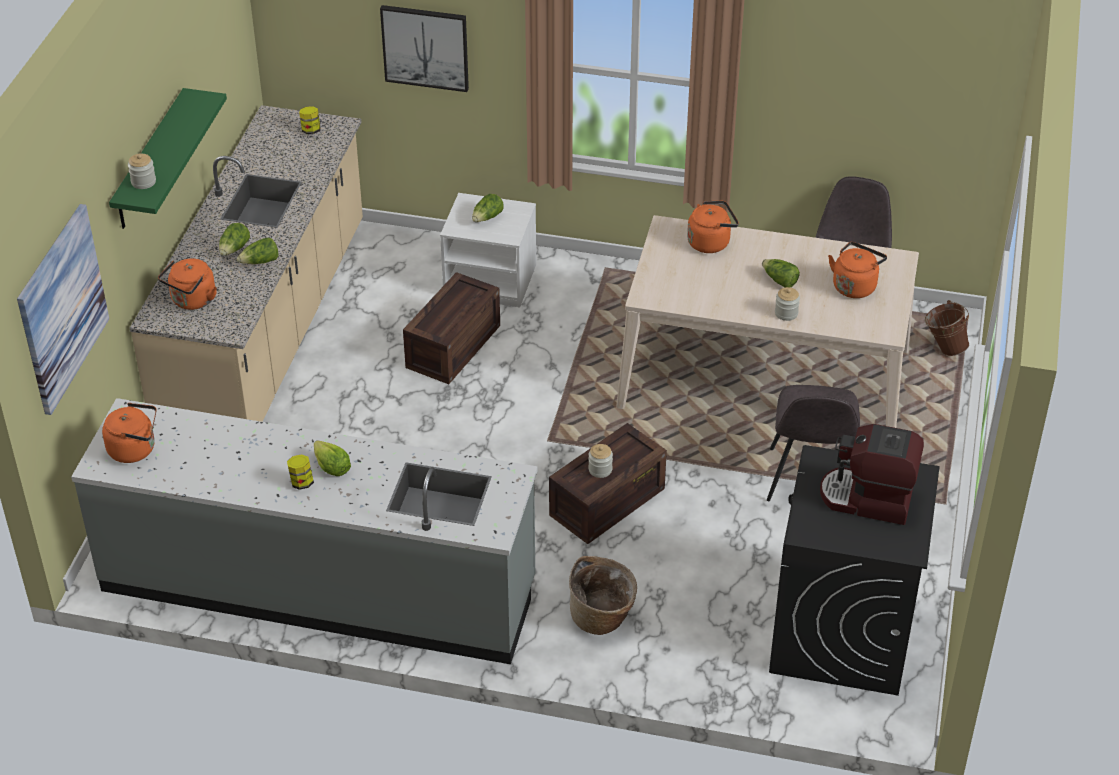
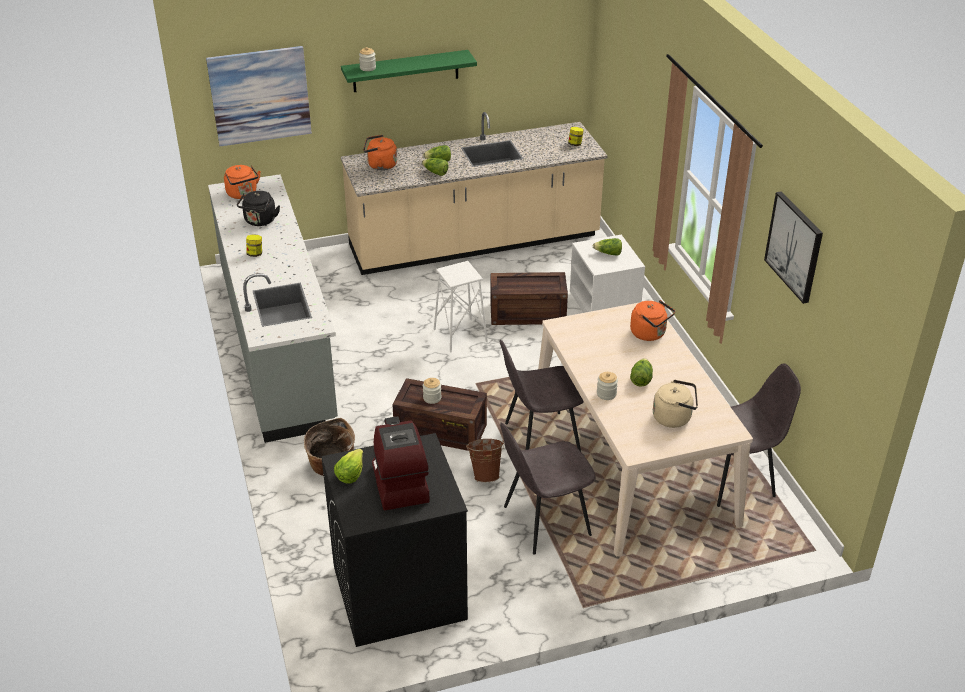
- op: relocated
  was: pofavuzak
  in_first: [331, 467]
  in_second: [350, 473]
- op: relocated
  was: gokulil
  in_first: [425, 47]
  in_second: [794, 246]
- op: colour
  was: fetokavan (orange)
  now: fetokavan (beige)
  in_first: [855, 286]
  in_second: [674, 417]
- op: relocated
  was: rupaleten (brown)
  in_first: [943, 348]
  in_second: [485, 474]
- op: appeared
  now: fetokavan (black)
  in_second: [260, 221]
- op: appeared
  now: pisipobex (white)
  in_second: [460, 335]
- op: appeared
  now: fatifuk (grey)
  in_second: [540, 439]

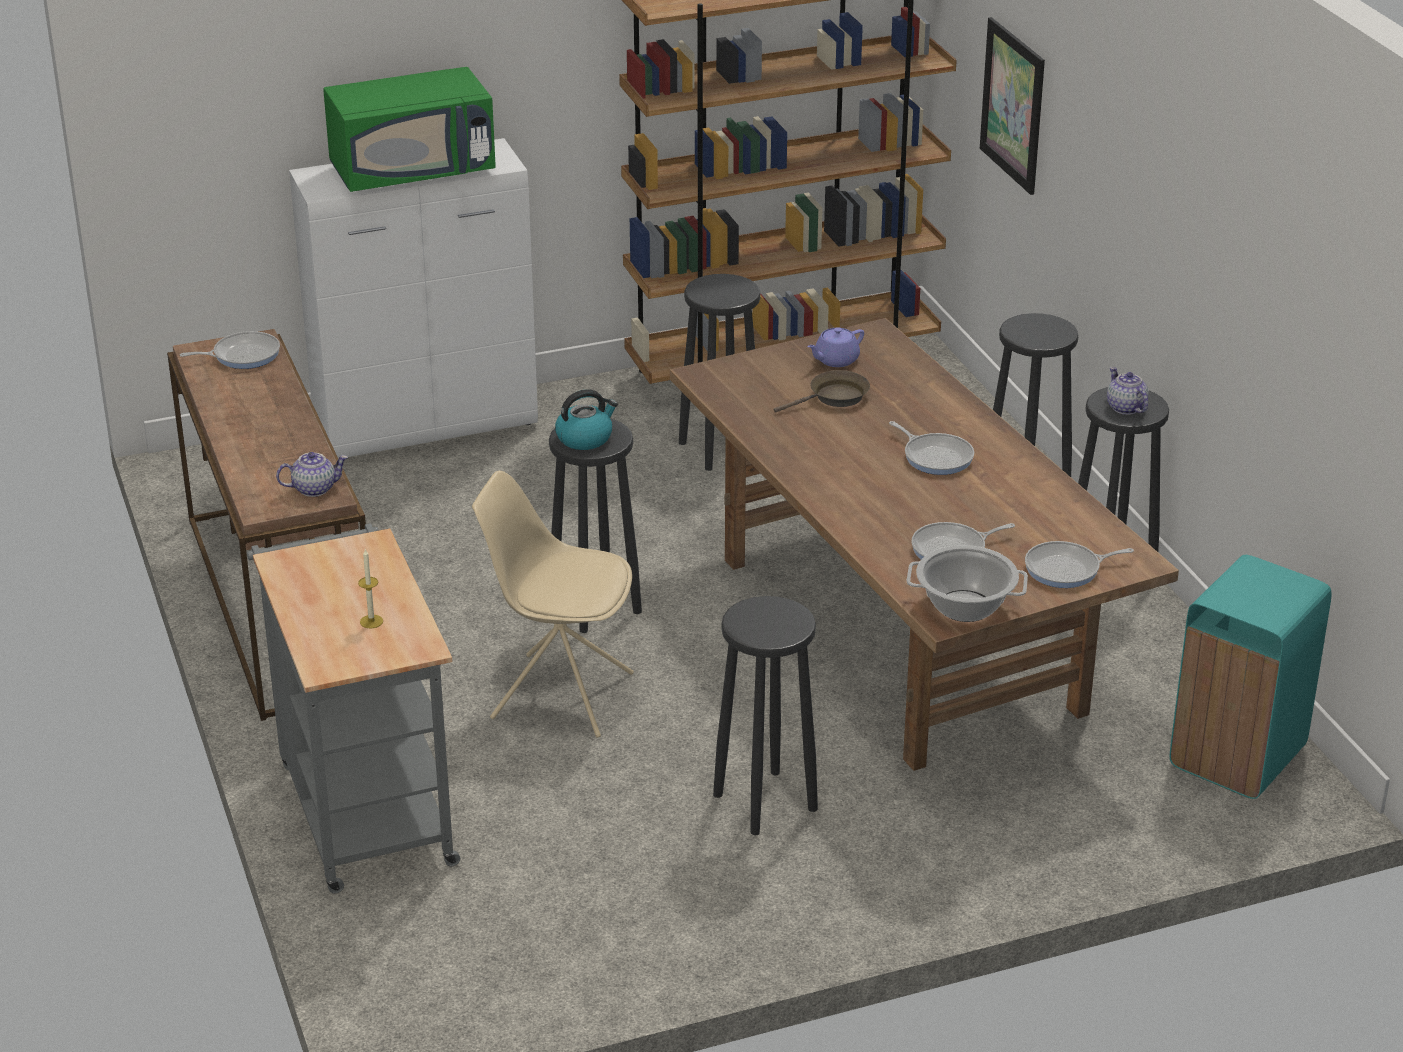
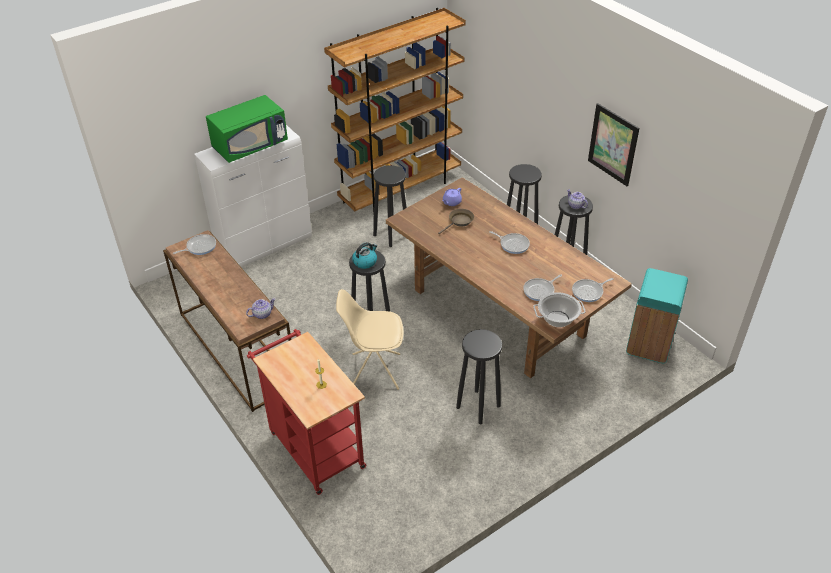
- op: colour
  was: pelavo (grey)
  now: pelavo (red)
  in_first: [362, 805]
  in_second: [313, 446]
- op: relocated
  was: gokulil
  in_first: [1013, 105]
  in_second: [613, 144]

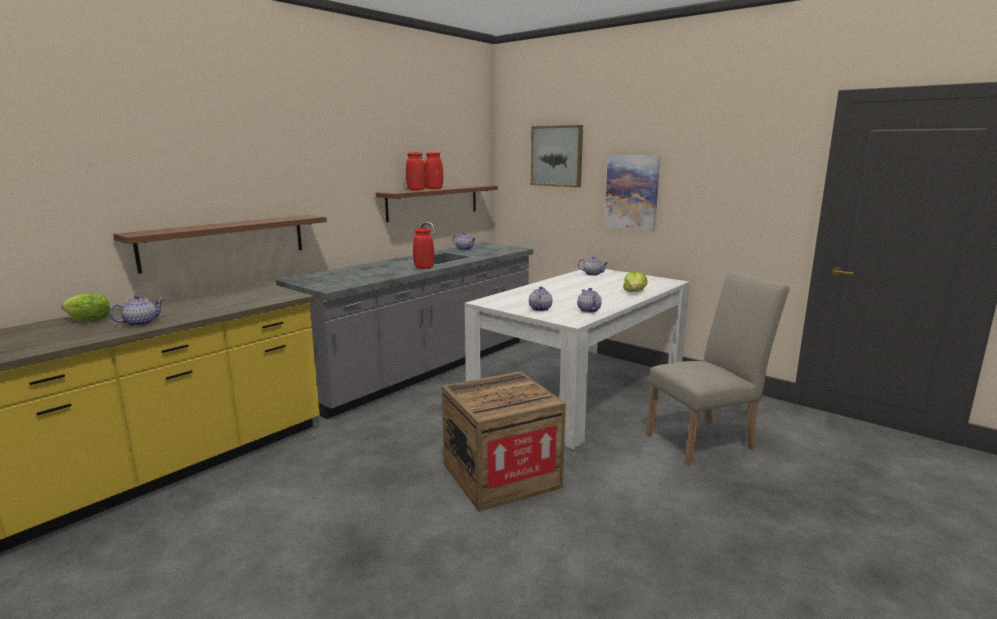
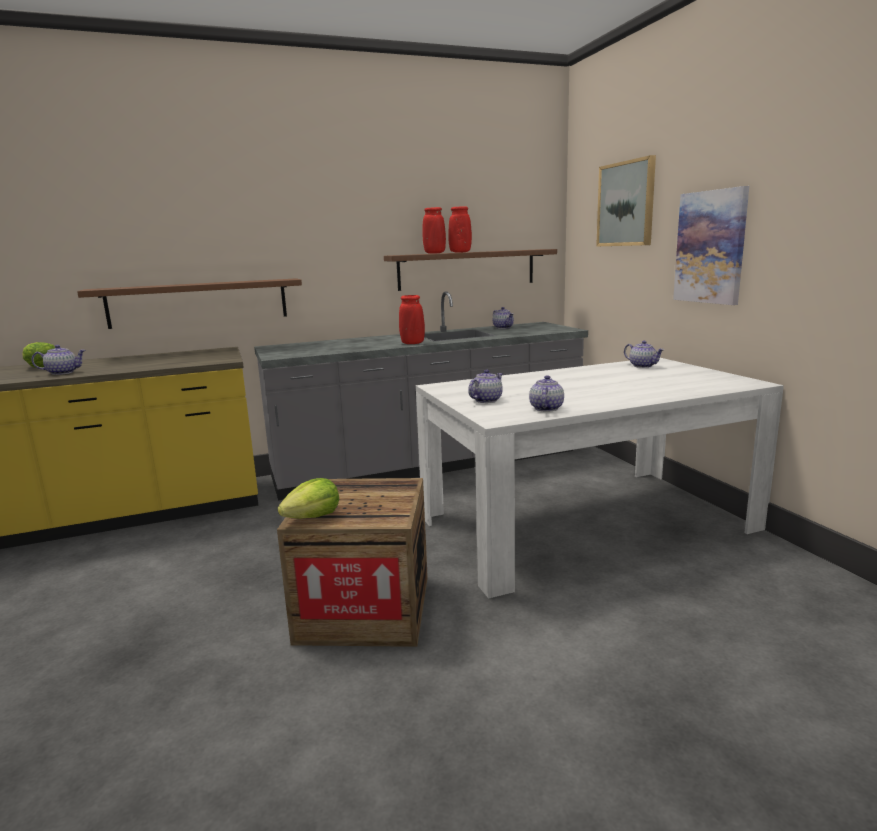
- op: relocated
  was: pofavuzak
  in_first: [634, 292]
  in_second: [313, 517]
- op: missing
  was: fatifuk (beige)
  in_first: [706, 440]

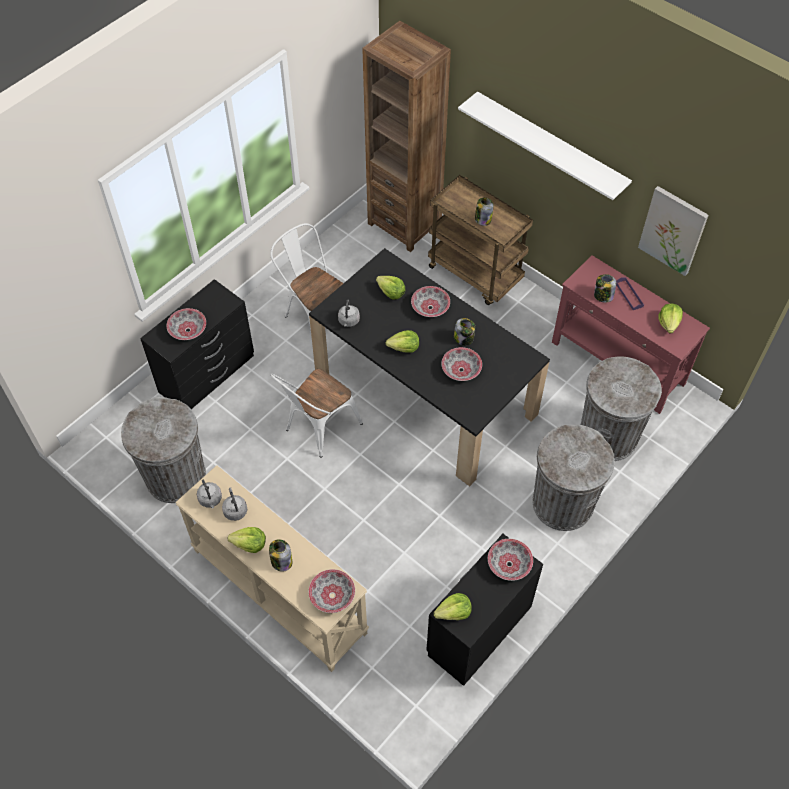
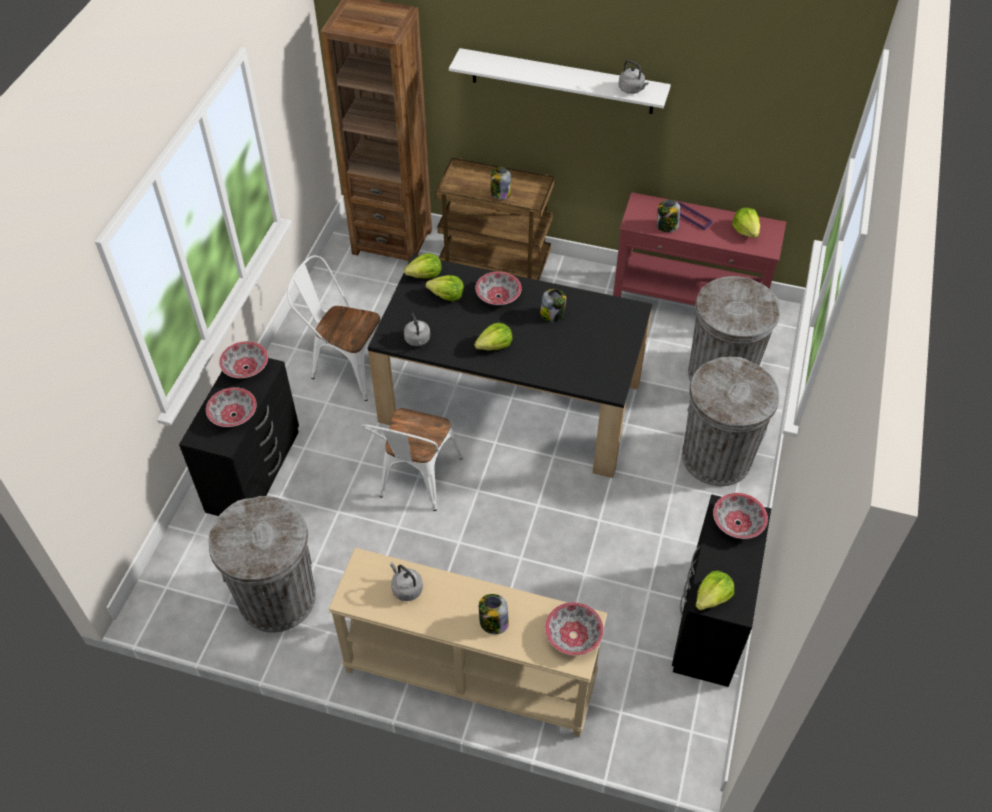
- op: relocated
  was: fetokavan (grey)
  in_first: [210, 500]
  in_second: [632, 89]
- op: relocated
  was: pofavuzak
  in_first: [250, 544]
  in_second: [425, 275]
- op: relocated
  was: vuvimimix
  in_first: [461, 369]
  in_second: [246, 367]
- op: missing
  was: gokulil
  in_first: [673, 230]

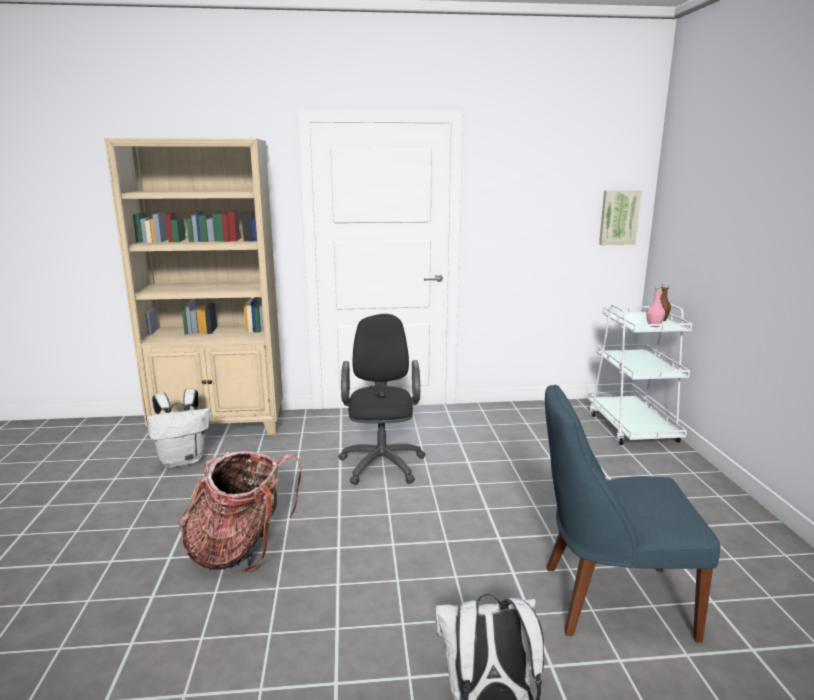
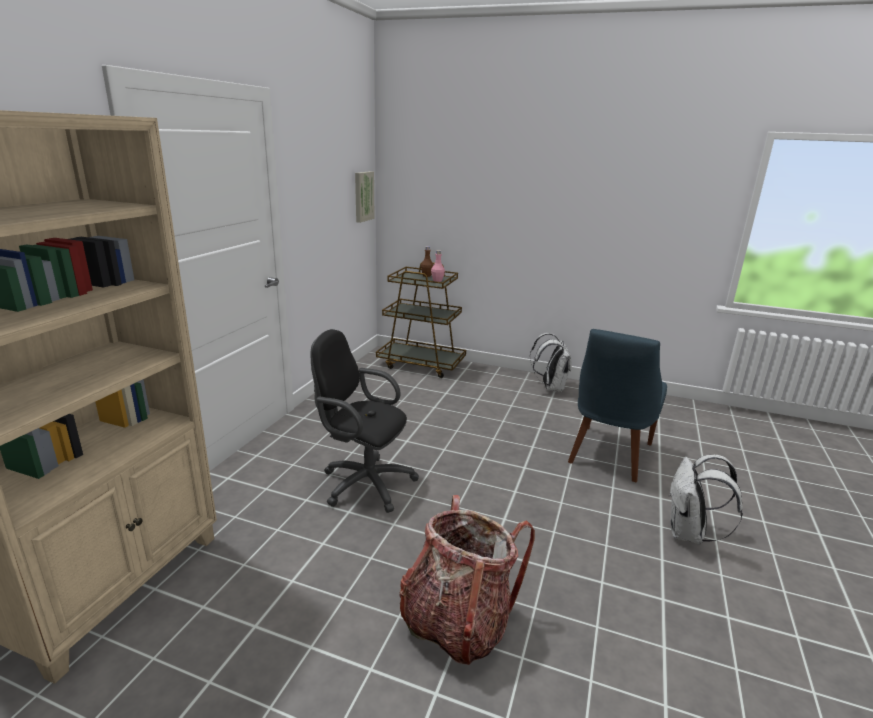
- op: relocated
  was: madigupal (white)
  in_first: [183, 460]
  in_second: [550, 387]
- op: colour
  was: pelavo (white)
  now: pelavo (brown)
  in_first: [631, 427]
  in_second: [421, 364]

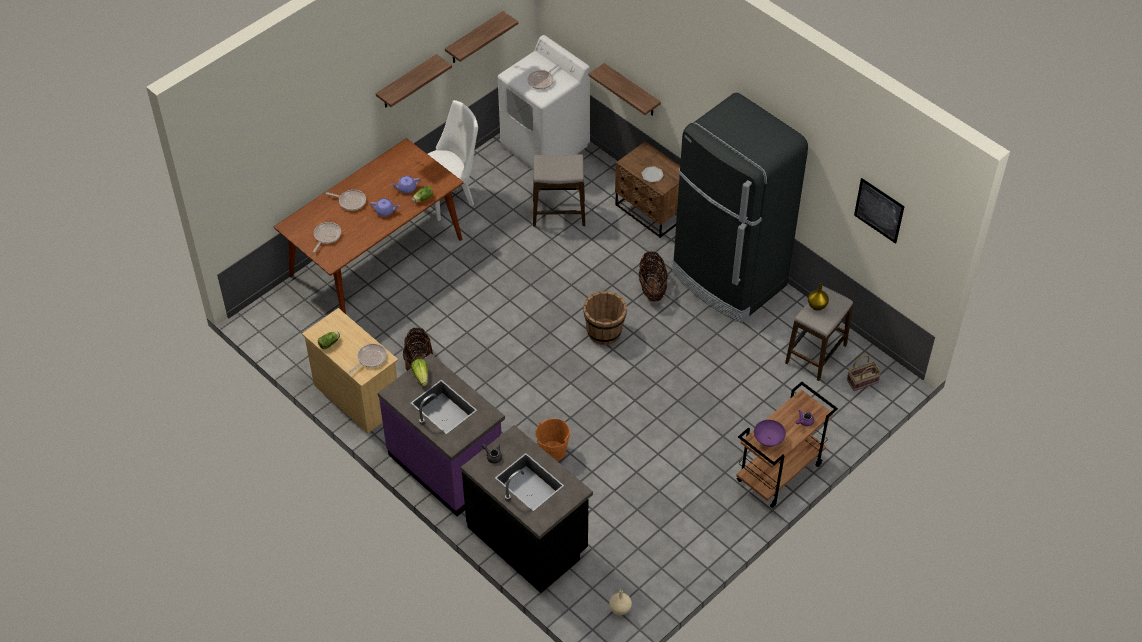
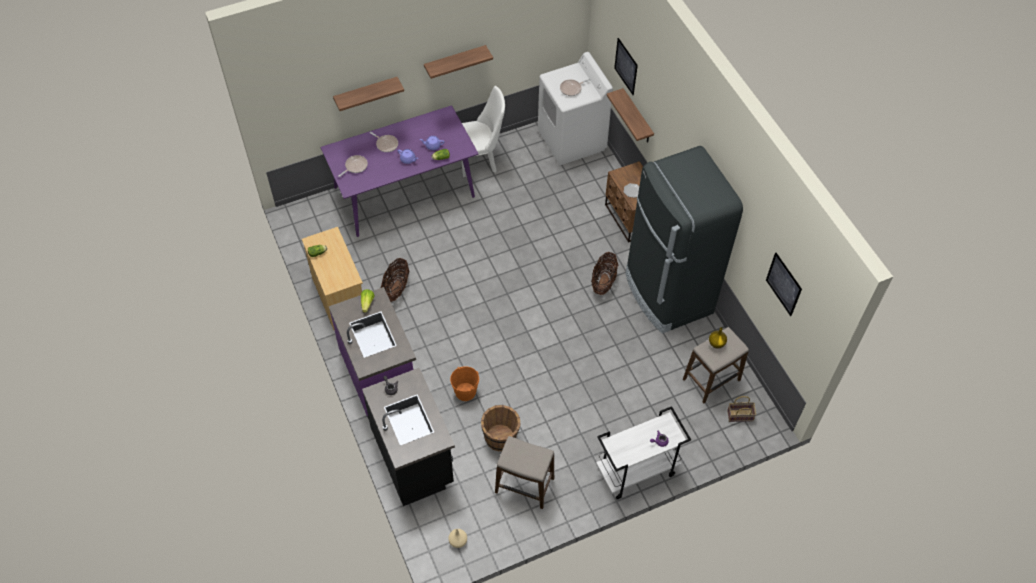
- op: colour
  was: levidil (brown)
  now: levidil (purple)
  in_first: [376, 257]
  in_second: [404, 191]
- op: missing
  was: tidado
  in_first: [370, 359]
- op: relocated
  was: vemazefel
  in_first: [474, 38]
  in_second: [366, 93]
- op: relocated
  was: pisipobex
  in_first: [558, 213]
  in_second: [524, 485]
- op: relocated
  was: rupaleten (brown)
  in_first: [604, 331]
  in_second: [500, 437]
- op: colour
  was: pelavo (brown)
  now: pelavo (white)
  in_first: [779, 474]
  in_second: [636, 472]
- op: missing
  was: vuvimimix (purple)
  in_first: [768, 439]
- op: appeared
  now: gokulil
  in_second: [626, 66]

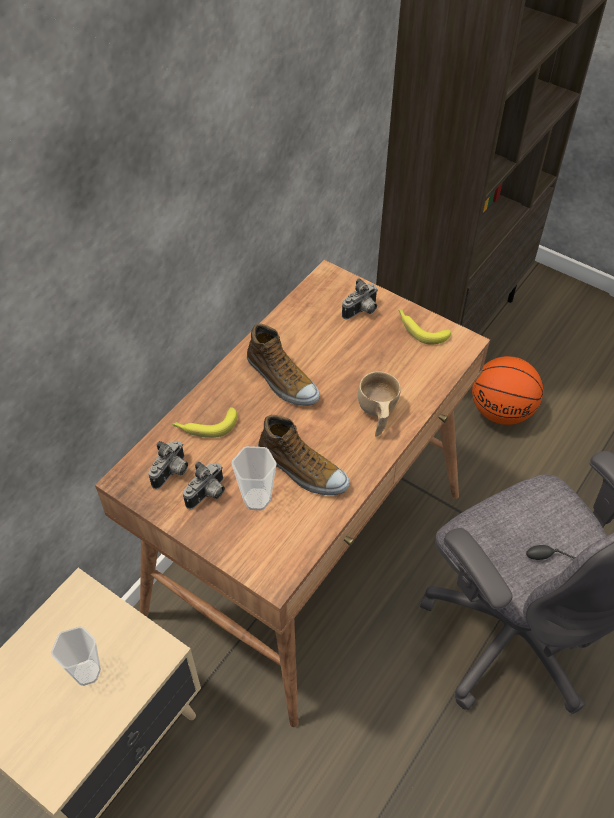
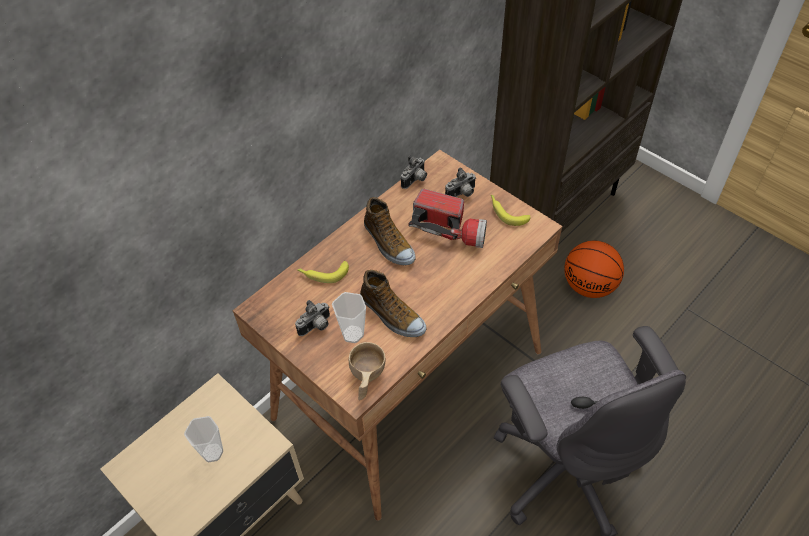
- op: relocated
  was: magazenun
  in_first: [172, 473]
  in_second: [415, 180]
- op: relocated
  was: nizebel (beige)
  in_first: [377, 414]
  in_second: [366, 379]
- op: appeared
  now: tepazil
  in_second: [449, 229]

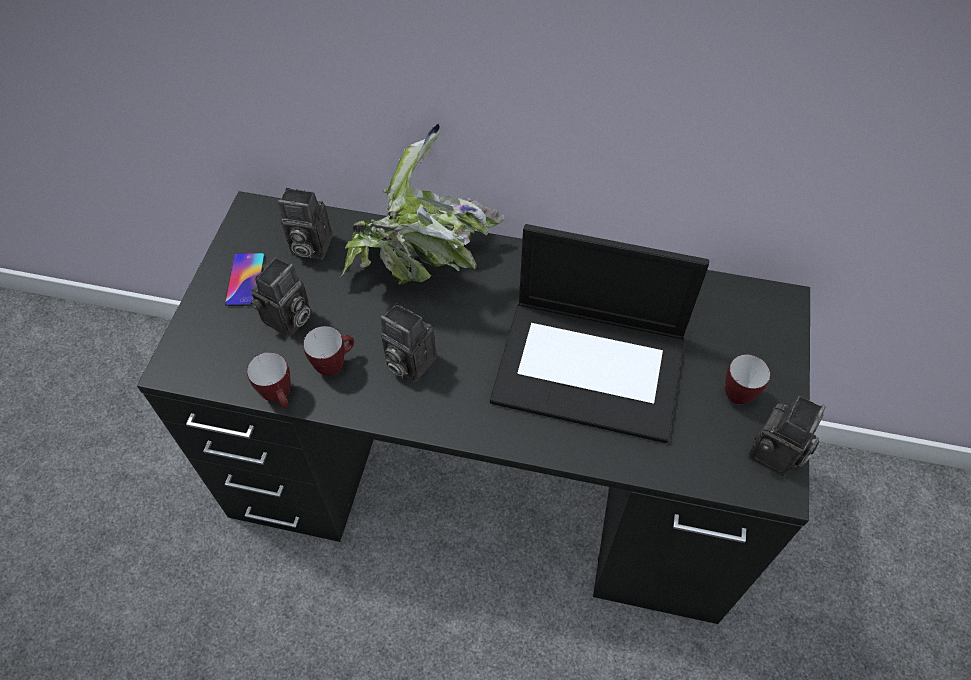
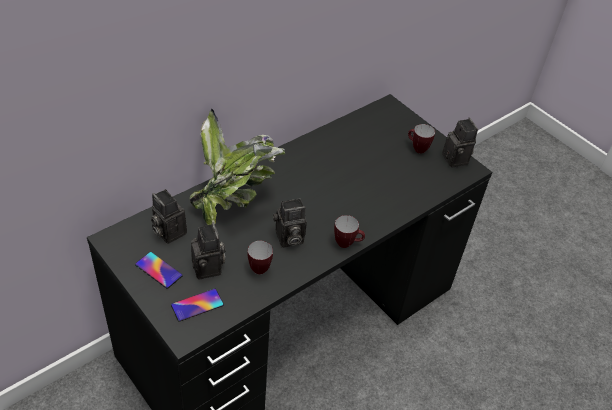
- op: relocated
  was: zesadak
  in_first: [280, 397]
  in_second: [347, 243]
- op: spun
  was: magazenun
  in_first: [308, 246]
  in_second: [168, 231]
  clockwise: 90
- op: missing
  was: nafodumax
  in_first: [591, 368]
- op: appeared
  now: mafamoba
  in_second: [197, 305]

